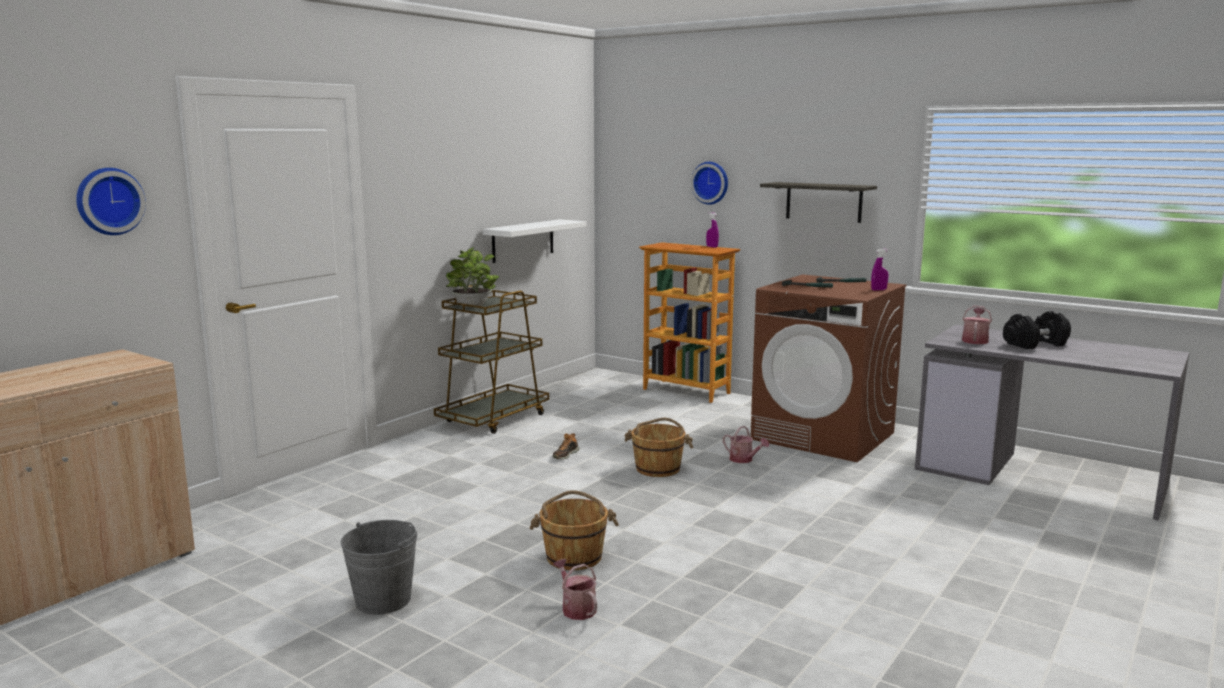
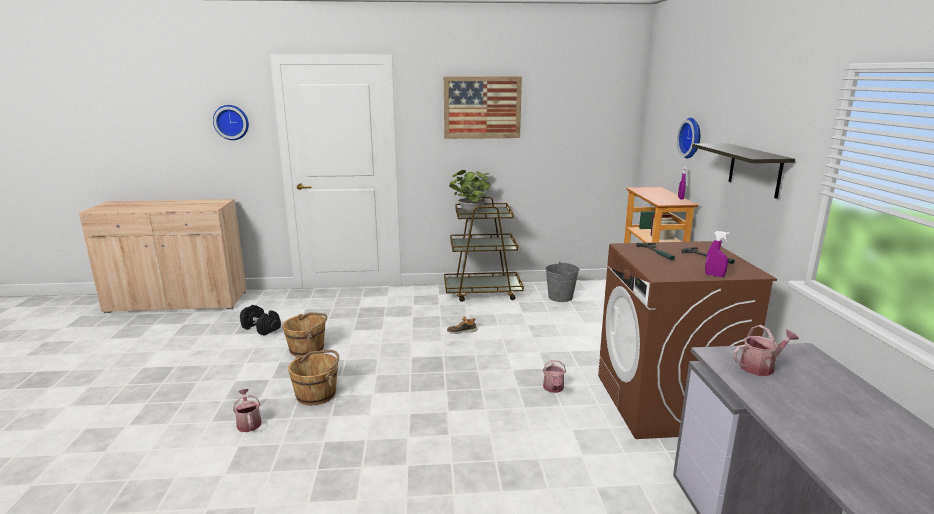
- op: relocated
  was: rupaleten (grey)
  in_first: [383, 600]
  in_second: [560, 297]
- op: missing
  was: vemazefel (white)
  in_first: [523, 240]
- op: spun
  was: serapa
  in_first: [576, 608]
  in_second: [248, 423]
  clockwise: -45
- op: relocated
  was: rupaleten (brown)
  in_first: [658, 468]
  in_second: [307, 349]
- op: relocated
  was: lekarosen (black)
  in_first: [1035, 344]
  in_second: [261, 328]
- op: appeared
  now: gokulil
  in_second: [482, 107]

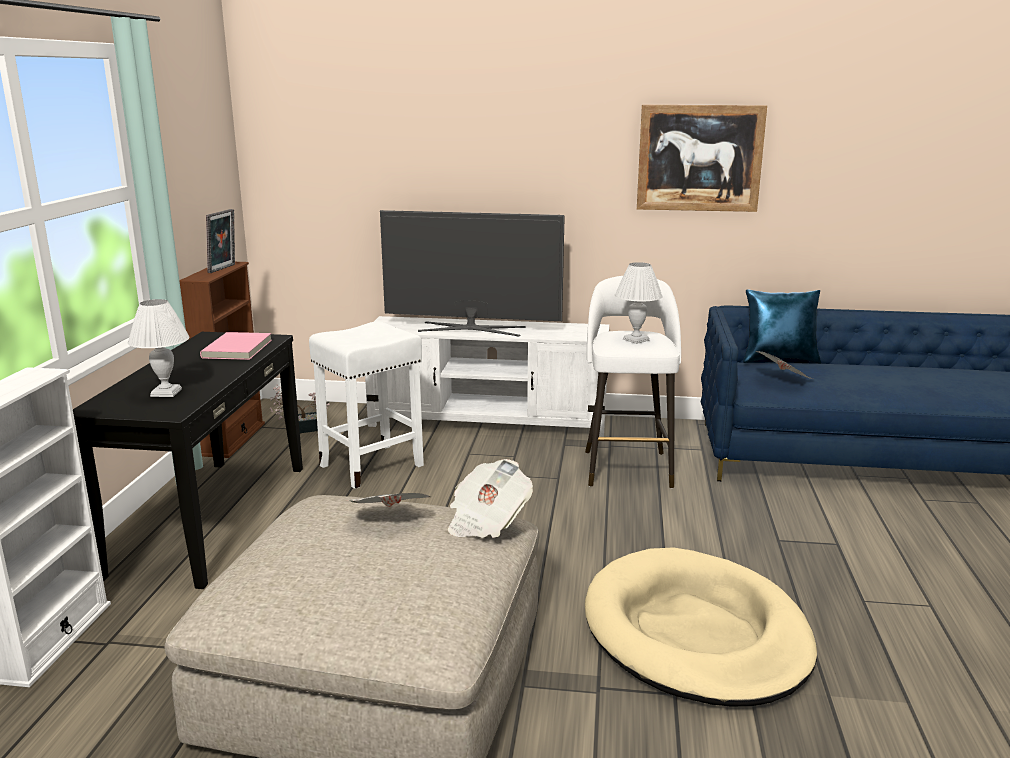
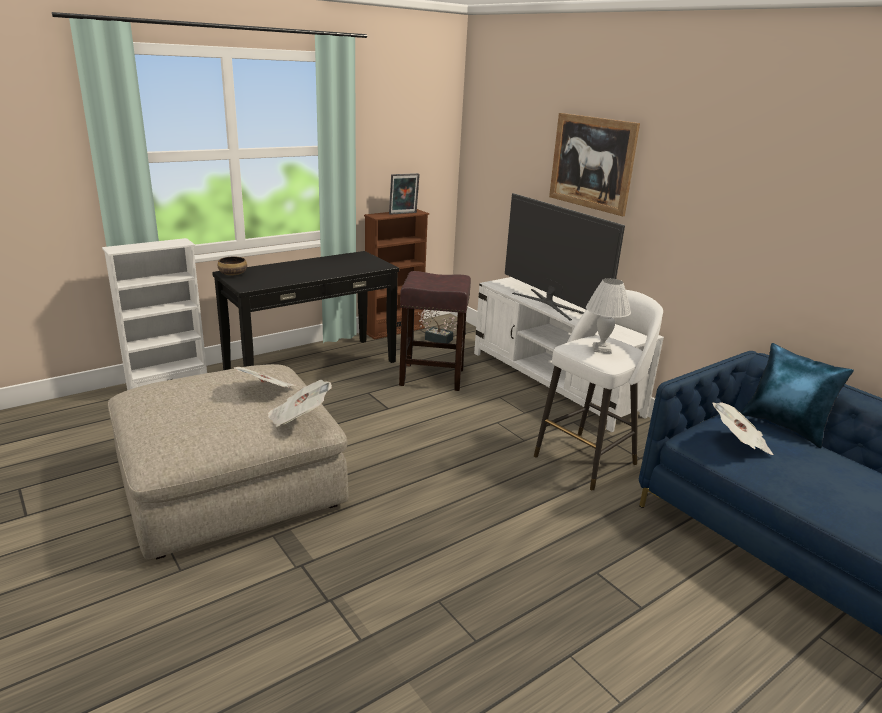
- op: missing
  was: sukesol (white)
  in_first: [166, 392]
- op: missing
  was: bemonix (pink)
  in_first: [239, 349]
- op: colour
  was: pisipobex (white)
  now: pisipobex (brown)
  in_first: [373, 465]
  in_second: [433, 377]
- op: missing
  was: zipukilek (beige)
  in_first: [695, 633]
- op: relocated
  was: gokulil
  in_first: [699, 158]
  in_second: [592, 163]
- op: appeared
  now: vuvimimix
  in_second: [233, 273]

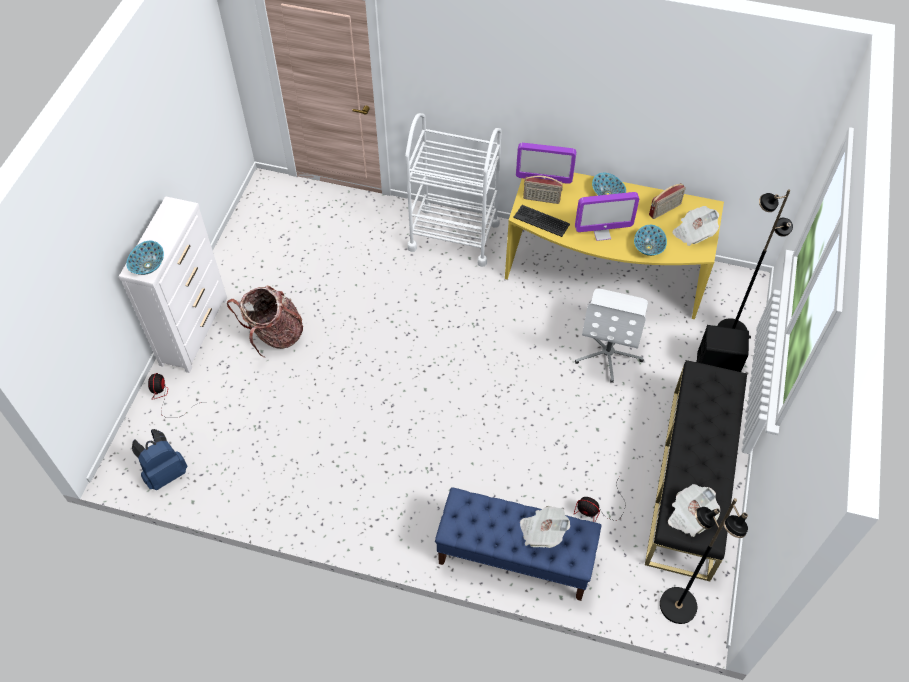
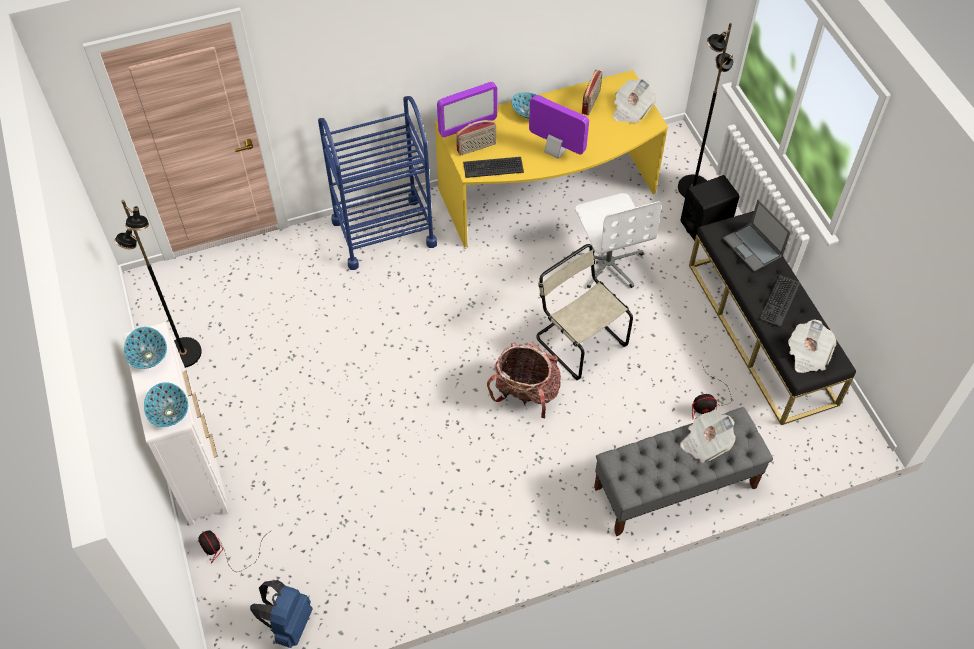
- op: relocated
  was: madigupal
  in_first: [274, 335]
  in_second: [525, 393]
- op: colour
  was: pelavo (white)
  now: pelavo (blue)
  in_first: [454, 236]
  in_second: [384, 233]
- op: colour
  was: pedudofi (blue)
  now: pedudofi (grey)
  in_first: [514, 557]
  in_second: [674, 488]
- op: spun
  was: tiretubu
  in_first: [601, 233]
  in_second: [555, 151]
  clockwise: -105
- op: relocated
  was: vuvimimix
  in_first: [648, 247]
  in_second: [148, 356]
- op: relocated
  was: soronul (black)
  in_first: [677, 606]
  in_second: [183, 354]
- op: appeared
  now: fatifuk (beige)
  in_second: [578, 340]
- op: appeared
  now: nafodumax
  in_second: [753, 247]
- op: appeared
  now: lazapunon
  in_second: [779, 301]

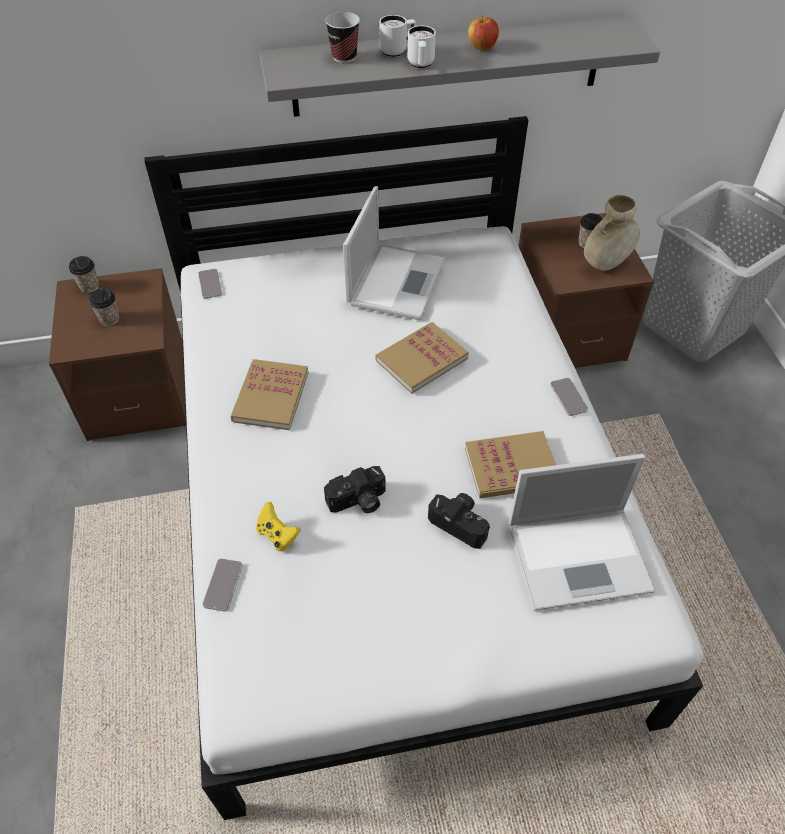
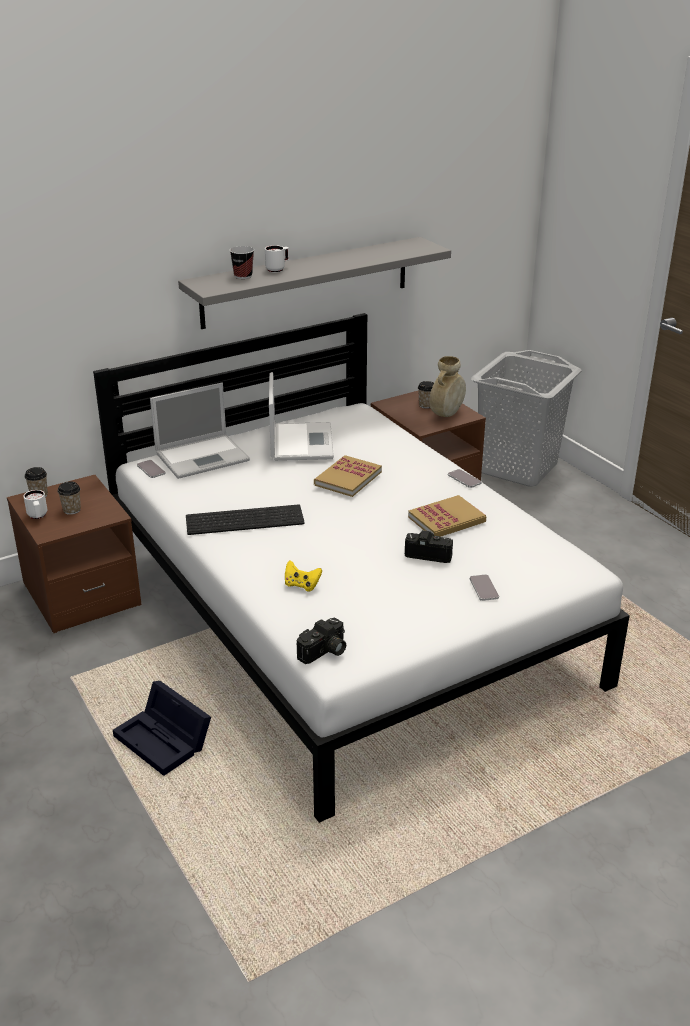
- op: relocated
  was: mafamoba
  in_first: [223, 585]
  in_second: [484, 588]
- op: exchanged
  was: bemonix
  now: lazapunon
  in_first: [271, 396]
  in_second: [245, 519]
- op: relocated
  was: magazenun
  in_first: [358, 502]
  in_second: [324, 652]
- op: relocated
  was: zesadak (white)
  in_first: [421, 65]
  in_second: [38, 517]
- op: missing
  was: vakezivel
  in_first: [482, 47]
- op: relocated
  was: nafodumax
  in_first: [581, 556]
  in_second: [203, 456]
- op: appeared
  now: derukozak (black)
  in_second: [165, 741]

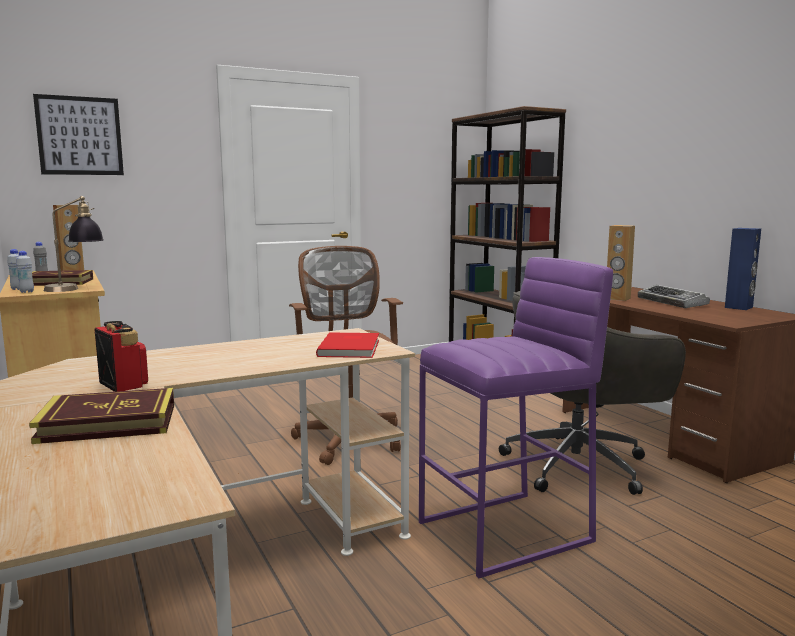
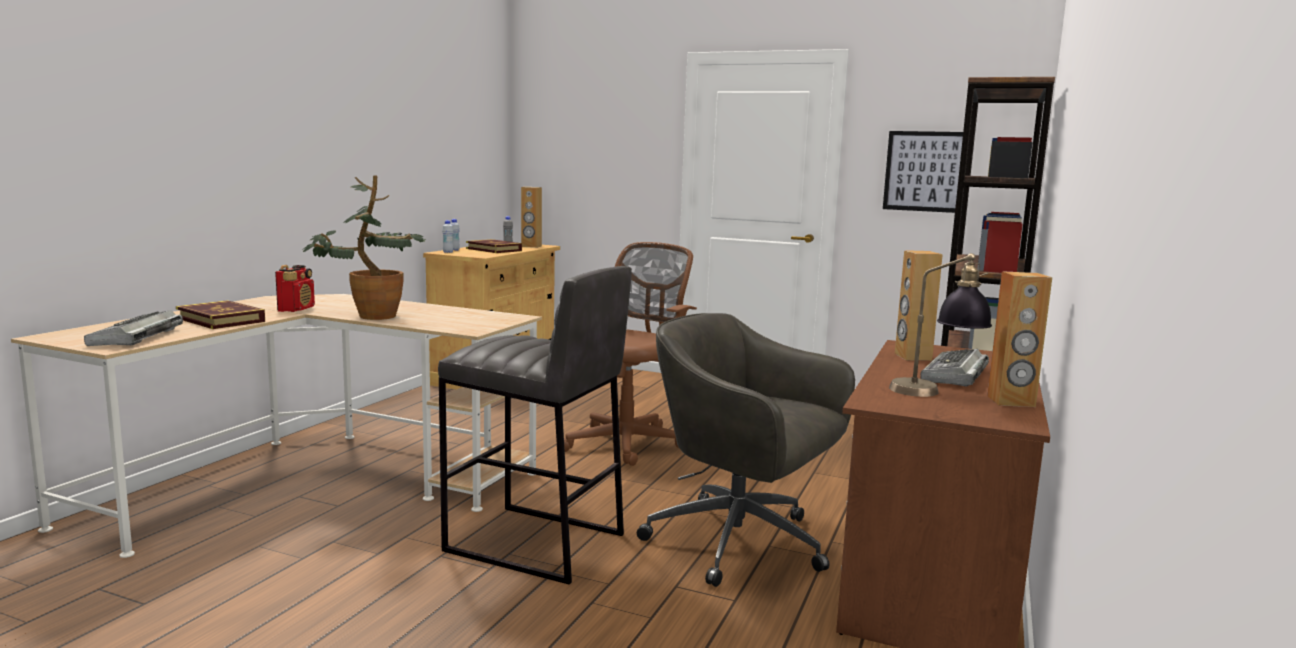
- op: relocated
  was: gokulil
  in_first: [80, 136]
  in_second: [926, 171]
- op: relocated
  was: sukesol
  in_first: [76, 289]
  in_second: [935, 394]
- op: missing
  was: bemonix (red)
  in_first: [351, 348]
- op: colour
  was: pisipobex (purple)
  now: pisipobex (grey)
  in_first: [507, 532]
  in_second: [535, 543]
- op: colour
  was: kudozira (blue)
  now: kudozira (brown)
  in_first: [739, 307]
  in_second: [1011, 401]
- op: appeared
  now: lazapunon
  in_second: [136, 337]
- op: appeared
  now: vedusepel
  in_second: [369, 315]

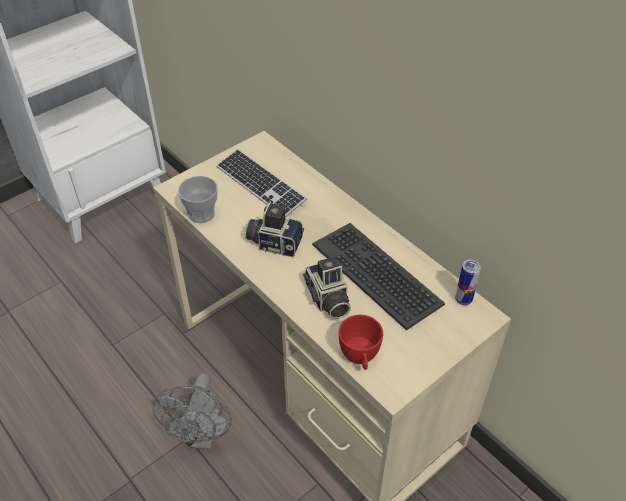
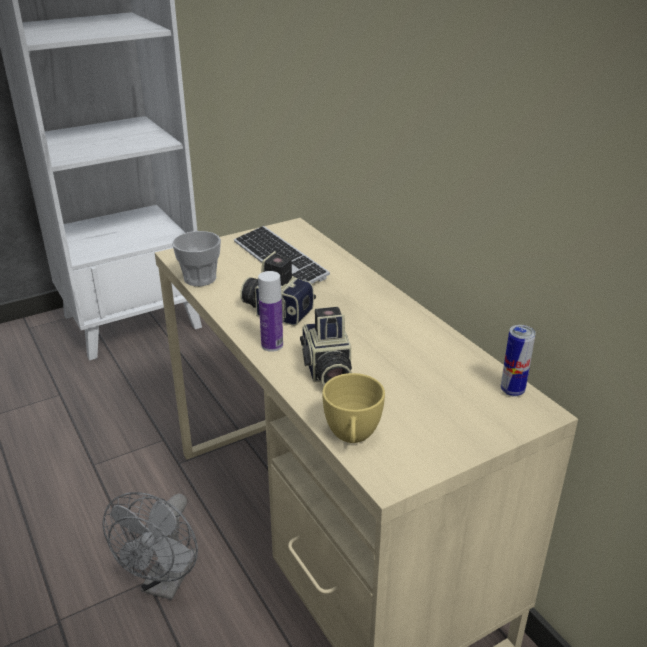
- op: missing
  was: lazapunon
  in_first: [377, 274]
- op: colour
  was: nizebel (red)
  now: nizebel (yellow)
  in_first: [360, 358]
  in_second: [352, 437]
- op: appeared
  now: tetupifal
  in_second: [272, 345]

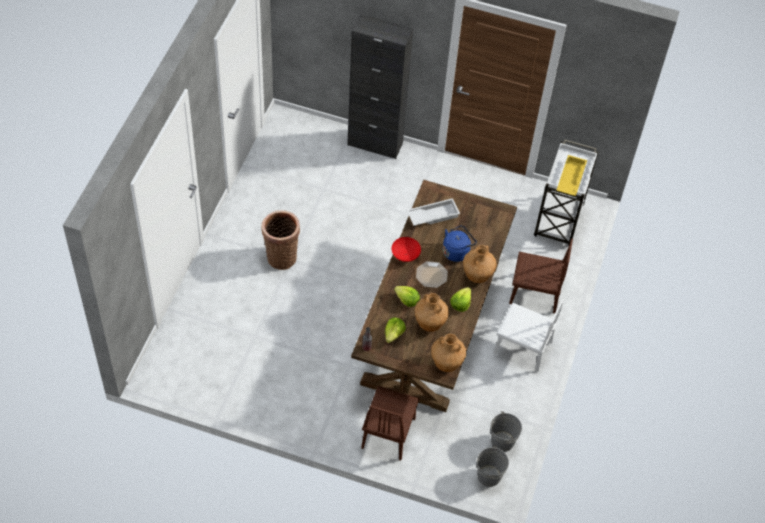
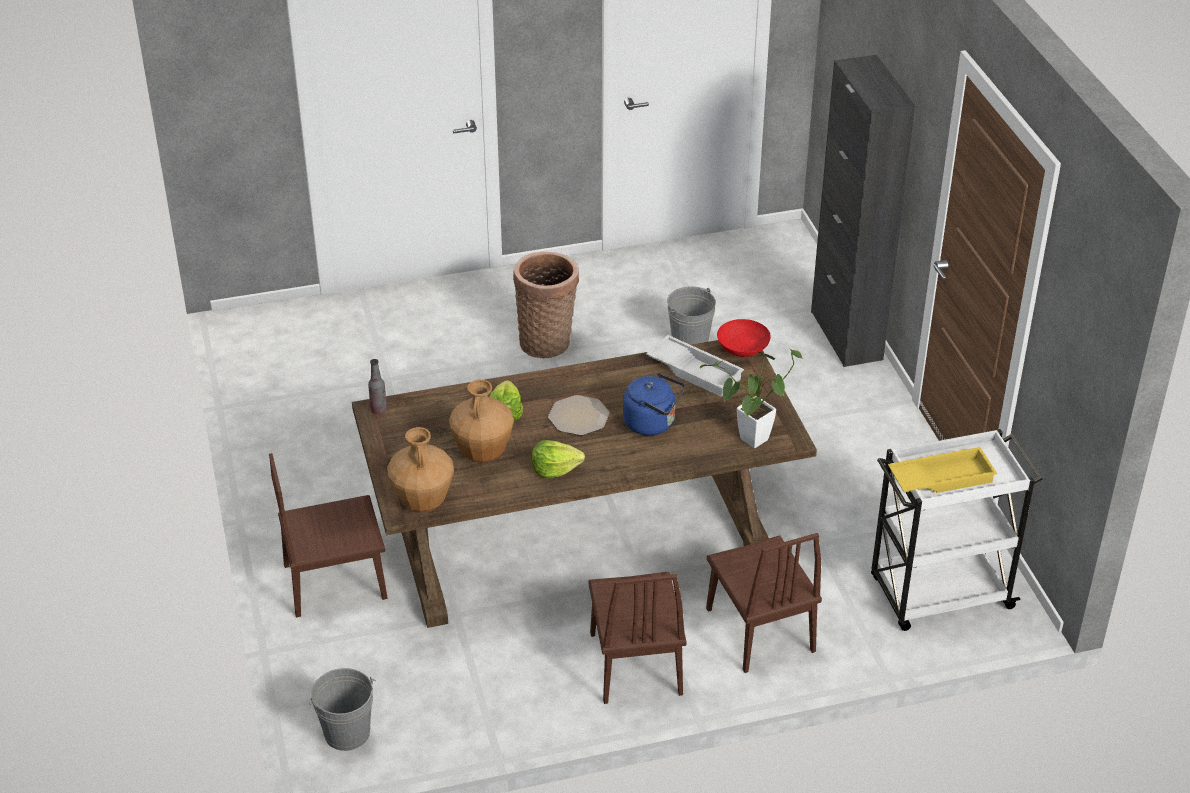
- op: missing
  was: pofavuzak
  in_first: [393, 334]
- op: relocated
  was: vuvimimix (red)
  in_first: [405, 254]
  in_second: [743, 351]
- op: missing
  was: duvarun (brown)
  in_first: [477, 276]
- op: relocated
  was: rupaleten (grey)
  in_first: [502, 441]
  in_second: [690, 341]
- op: colour
  was: fatifuk (white)
  now: fatifuk (brown)
  in_first: [523, 347]
  in_second: [635, 663]
- op: appeared
  now: vedusepel
  in_second: [749, 442]

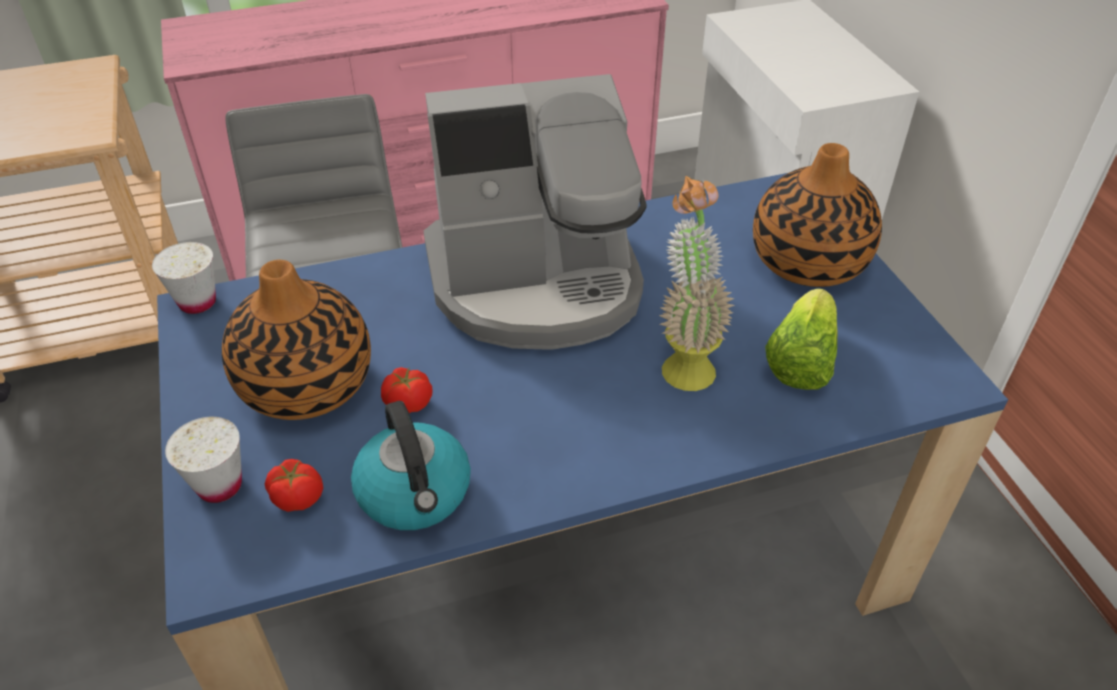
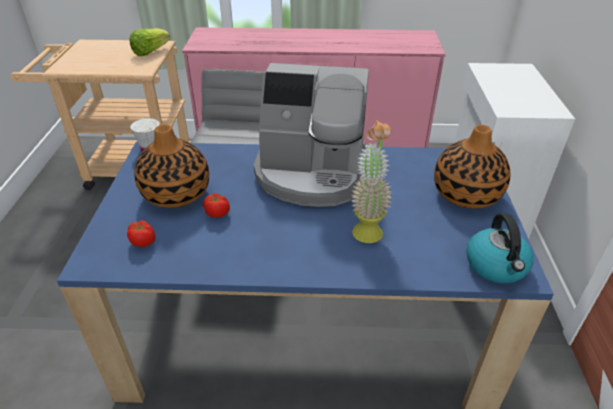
- op: missing
  was: nizebel (white)
  in_first: [219, 486]
- op: relocated
  was: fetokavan
  in_first: [415, 493]
  in_second: [496, 266]
- op: relocated
  was: pofavuzak
  in_first: [800, 361]
  in_second: [150, 52]

